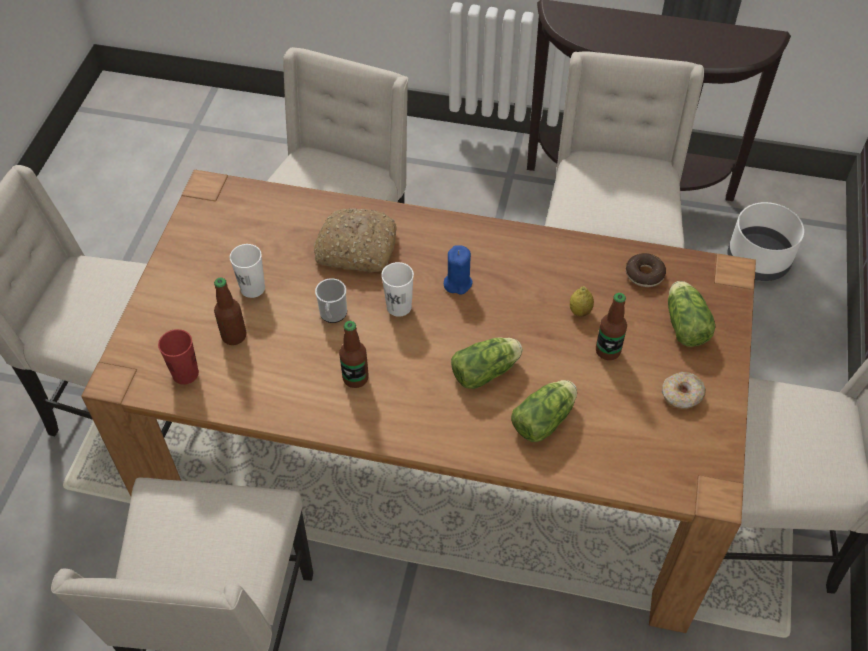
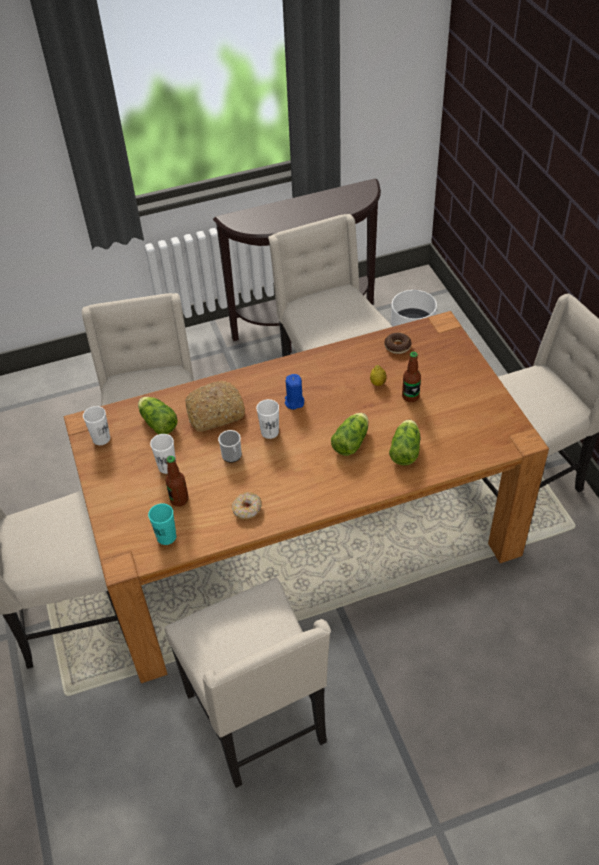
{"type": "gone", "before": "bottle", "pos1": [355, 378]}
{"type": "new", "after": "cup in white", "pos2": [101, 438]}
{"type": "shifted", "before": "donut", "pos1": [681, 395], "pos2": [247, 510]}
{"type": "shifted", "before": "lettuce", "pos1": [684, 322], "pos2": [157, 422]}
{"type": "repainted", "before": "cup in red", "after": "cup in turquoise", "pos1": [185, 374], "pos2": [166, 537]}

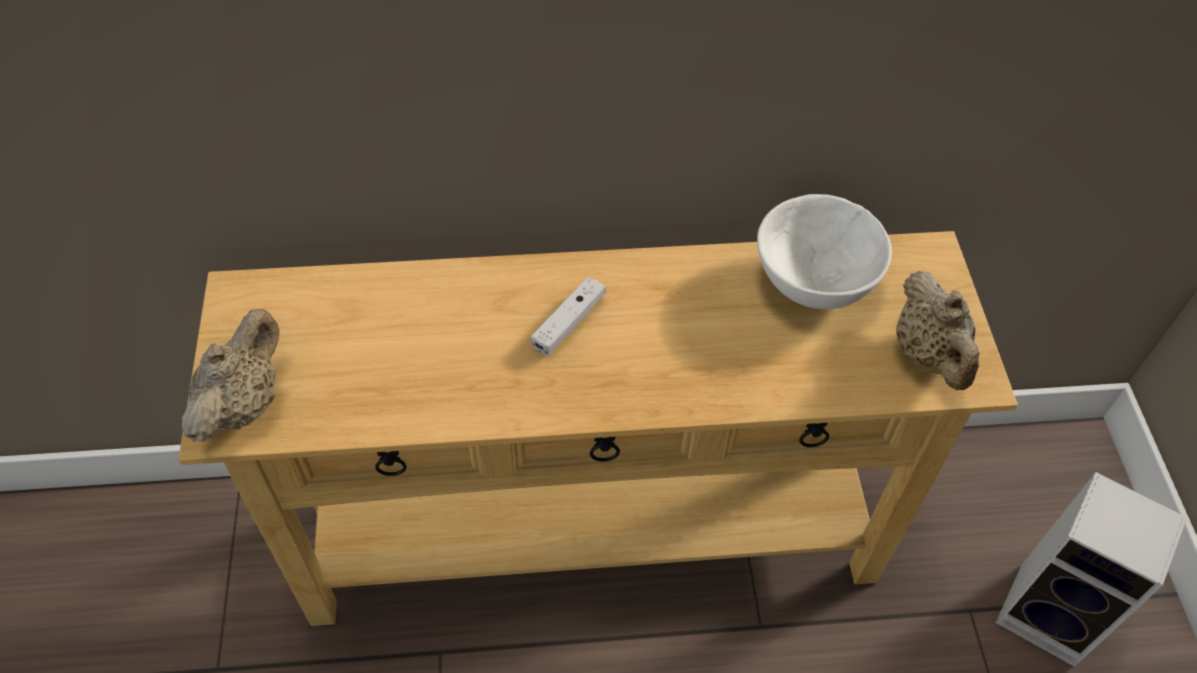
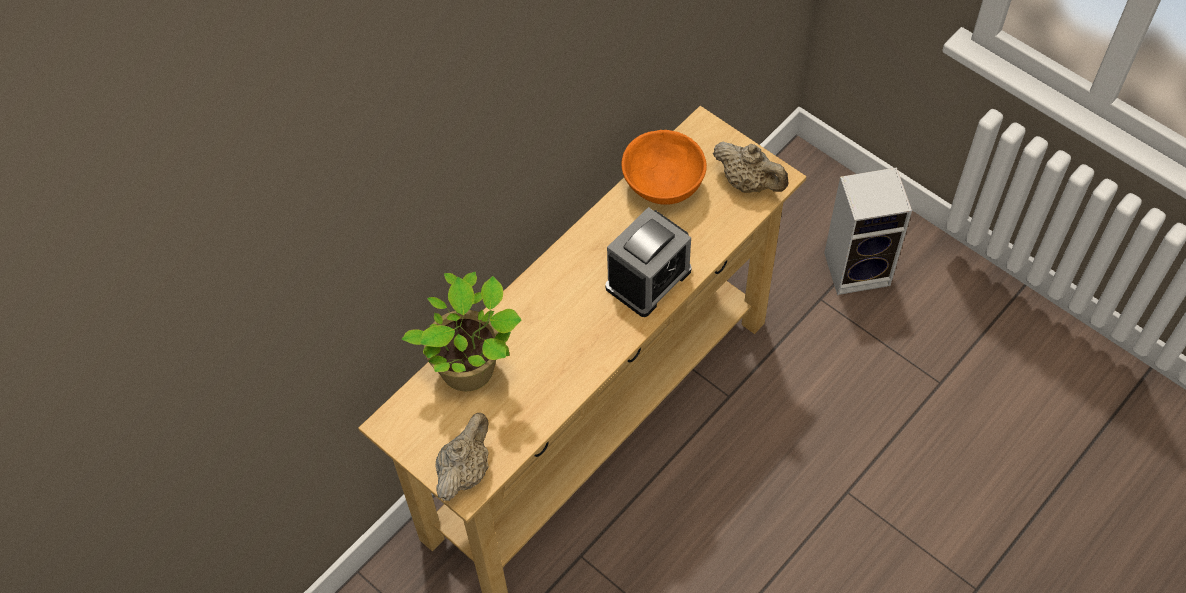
{"type": "gone", "before": "game controller in white", "pos1": [568, 322]}
{"type": "new", "after": "potted plant", "pos2": [472, 369]}
{"type": "new", "after": "alarm clock", "pos2": [648, 279]}
{"type": "repainted", "before": "bowl in white", "after": "bowl in orange", "pos1": [811, 281], "pos2": [662, 186]}
{"type": "rotated", "before": "teapot in beige", "pos1": [243, 404], "pos2": [465, 471], "turn": 45}

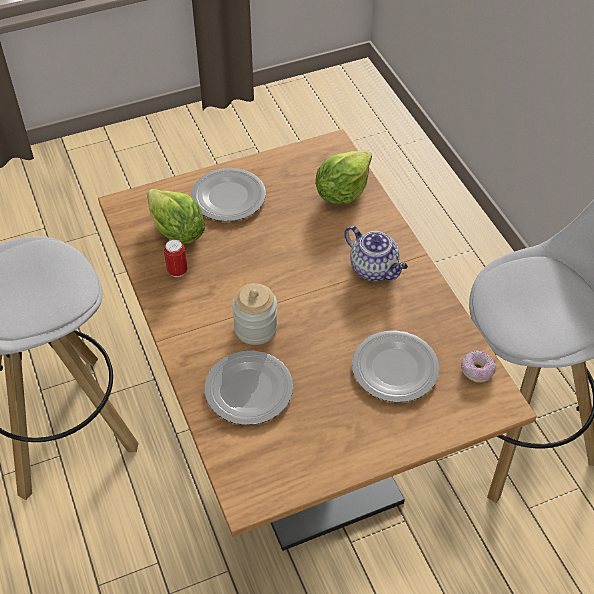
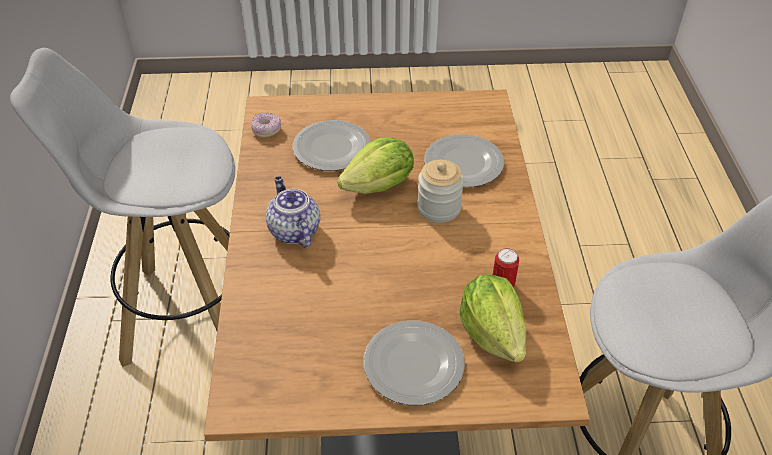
{"type": "shifted", "before": "lettuce", "pos1": [342, 192], "pos2": [380, 186]}

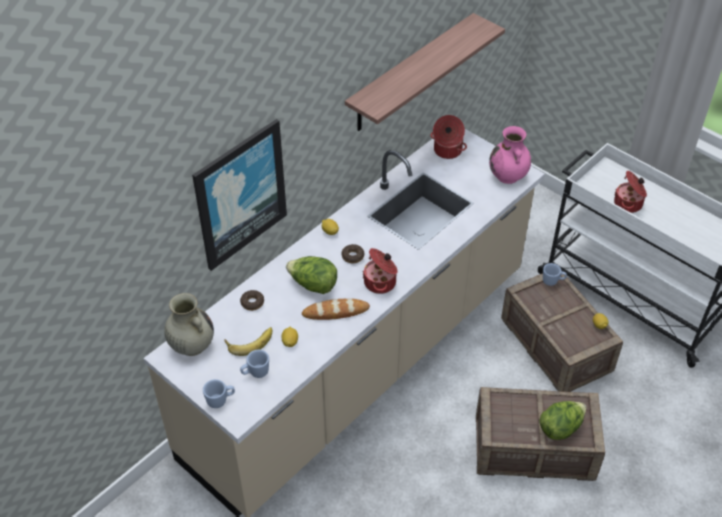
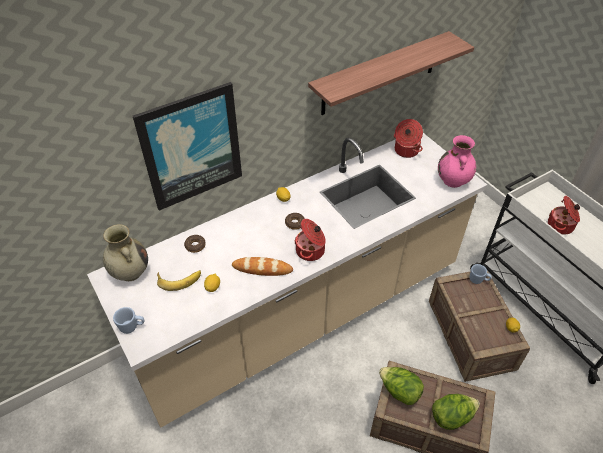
{"type": "gone", "before": "mug in blue", "pos1": [255, 373]}
{"type": "shifted", "before": "lettuce", "pos1": [313, 285], "pos2": [399, 391]}

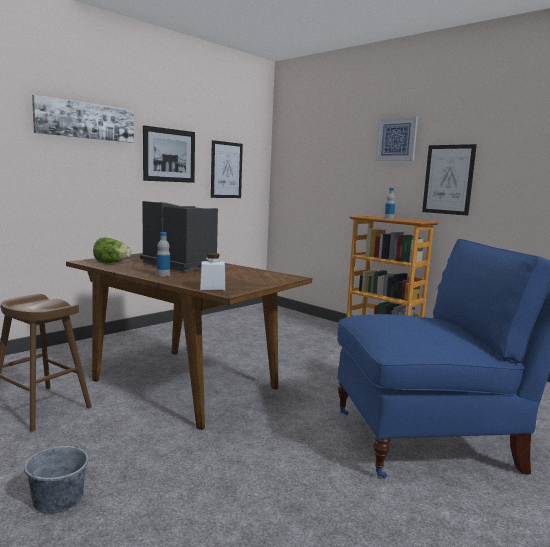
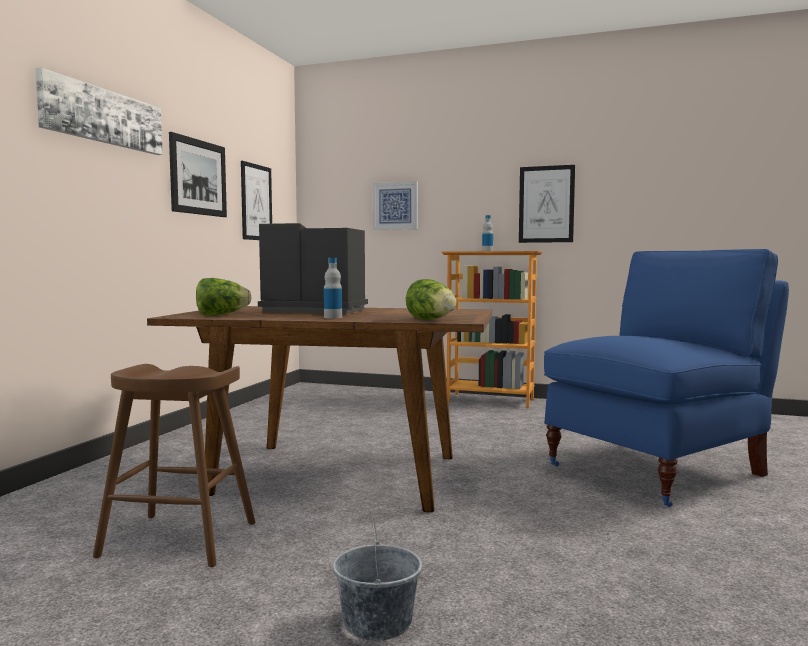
{"type": "shifted", "before": "picture", "pos1": [396, 139], "pos2": [395, 206]}
{"type": "swapped", "before": "jar in white", "after": "lettuce", "pos1": [212, 288], "pos2": [432, 320]}

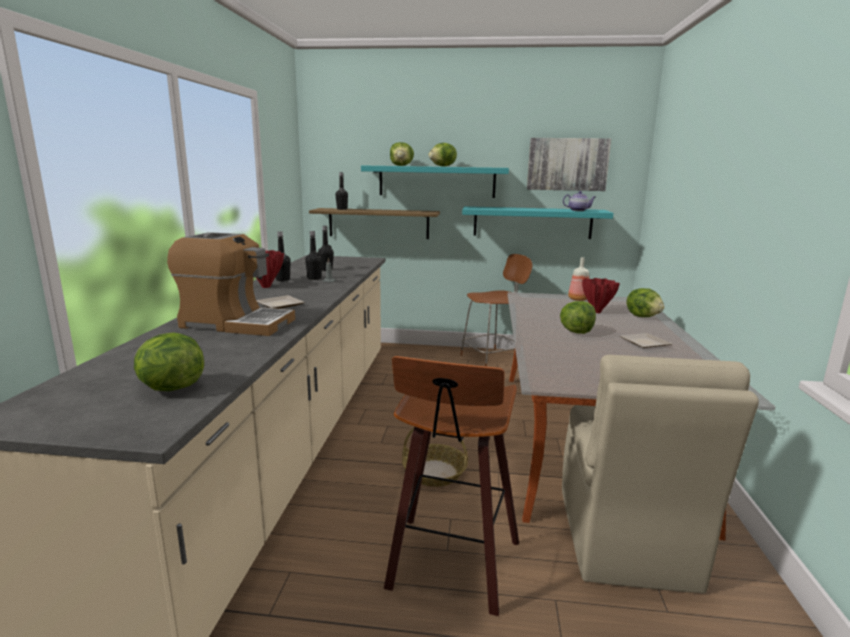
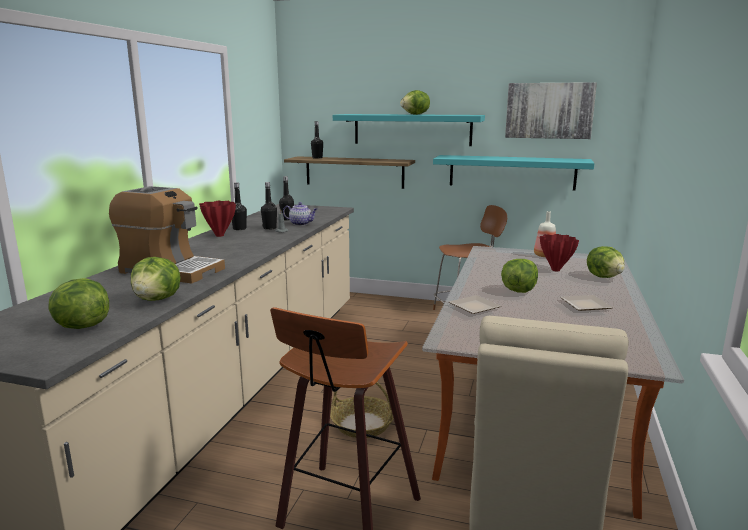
{"type": "shifted", "before": "plate", "pos1": [280, 304], "pos2": [474, 306]}
{"type": "shifted", "before": "lettuce", "pos1": [401, 165], "pos2": [158, 299]}
{"type": "shifted", "before": "teapot", "pos1": [578, 210], "pos2": [301, 224]}

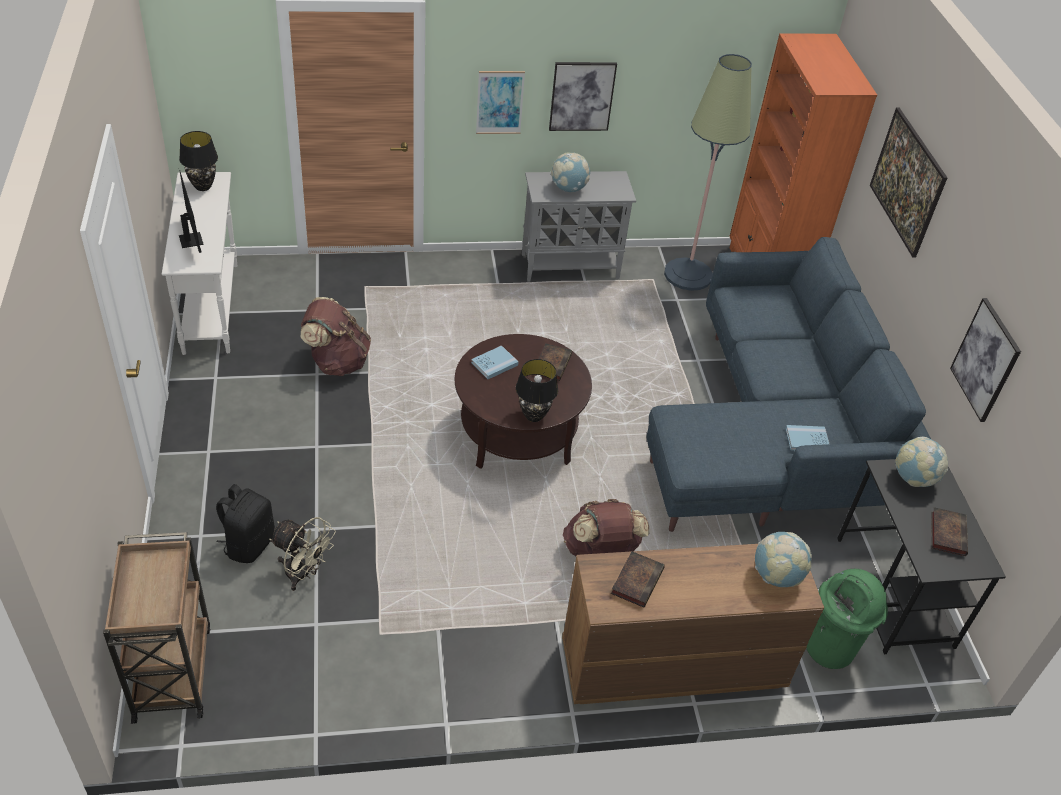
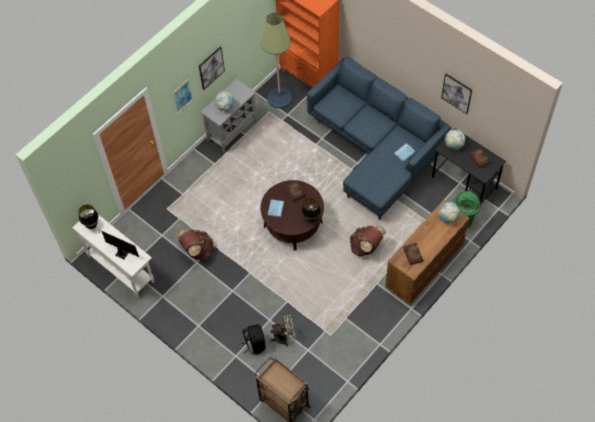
{"type": "gone", "before": "picture", "pos1": [900, 201]}

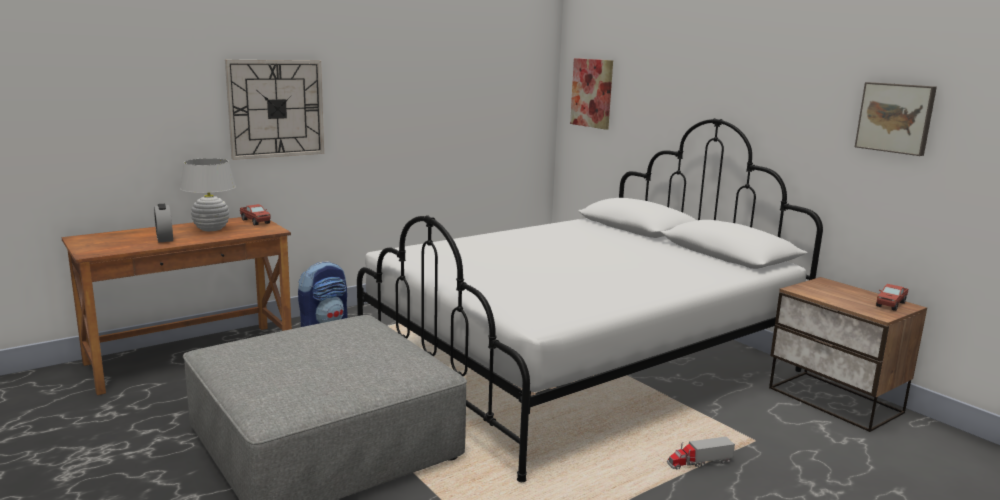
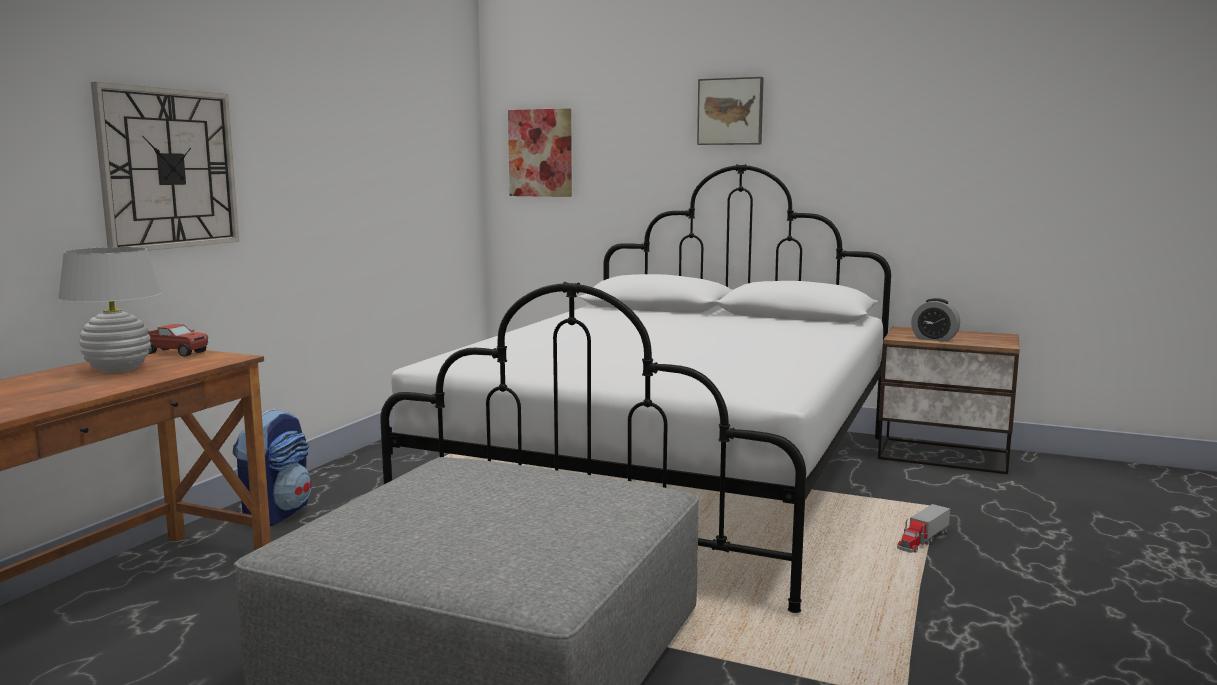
{"type": "gone", "before": "toy truck", "pos1": [890, 304]}
{"type": "shifted", "before": "alarm clock", "pos1": [164, 239], "pos2": [934, 339]}
{"type": "shifted", "before": "picture", "pos1": [895, 118], "pos2": [730, 111]}

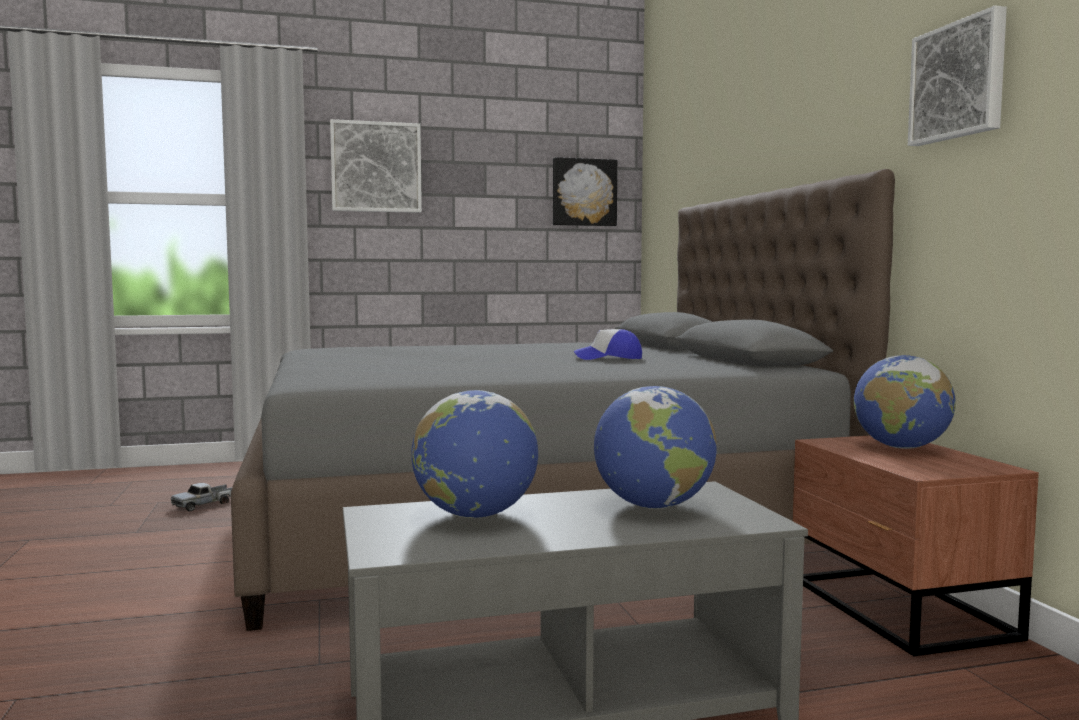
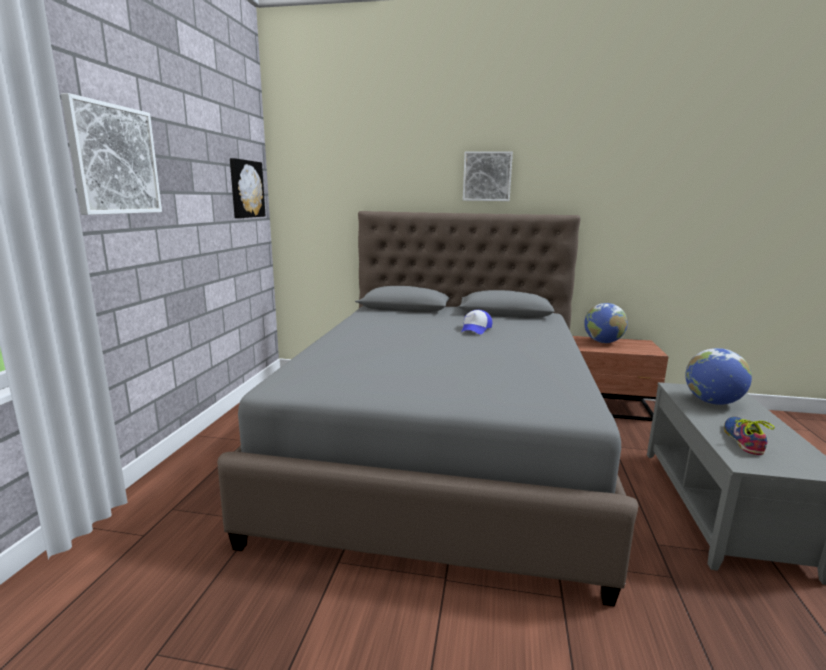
{"type": "gone", "before": "toy truck", "pos1": [204, 504]}
{"type": "shifted", "before": "picture", "pos1": [959, 81], "pos2": [487, 176]}
{"type": "swapped", "before": "globe", "after": "shoe", "pos1": [475, 515], "pos2": [743, 440]}

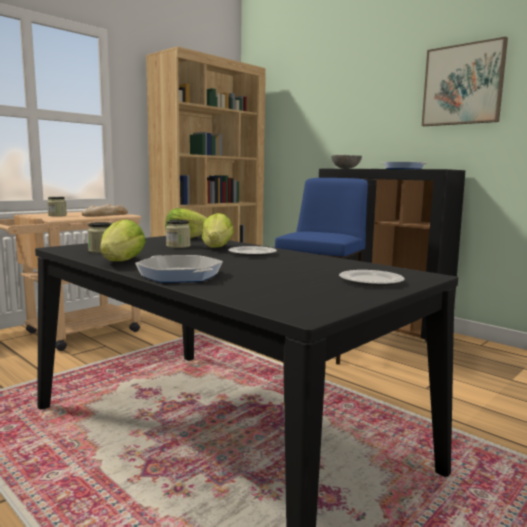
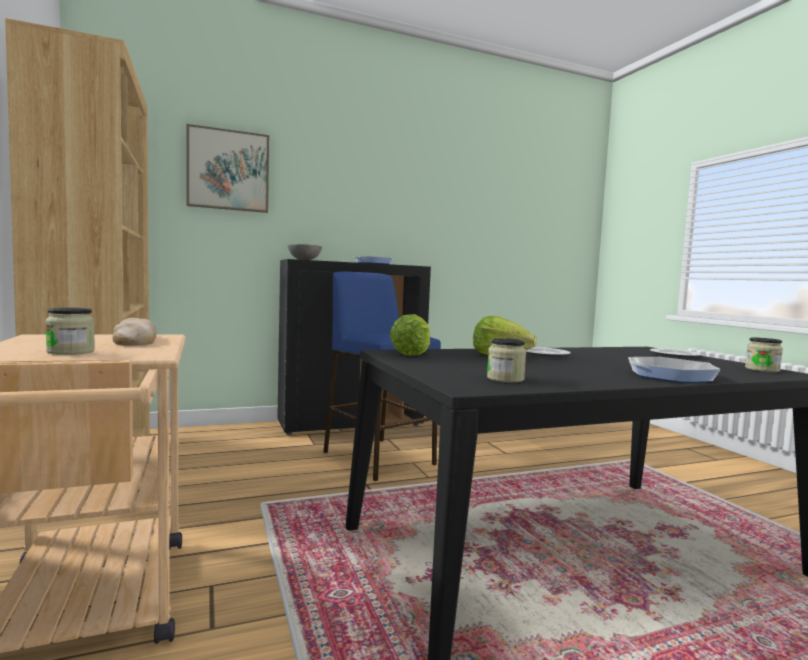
{"type": "gone", "before": "lettuce", "pos1": [121, 261]}
{"type": "shifted", "before": "jar", "pos1": [178, 246], "pos2": [762, 369]}
{"type": "shifted", "before": "picture", "pos1": [463, 85], "pos2": [228, 170]}

